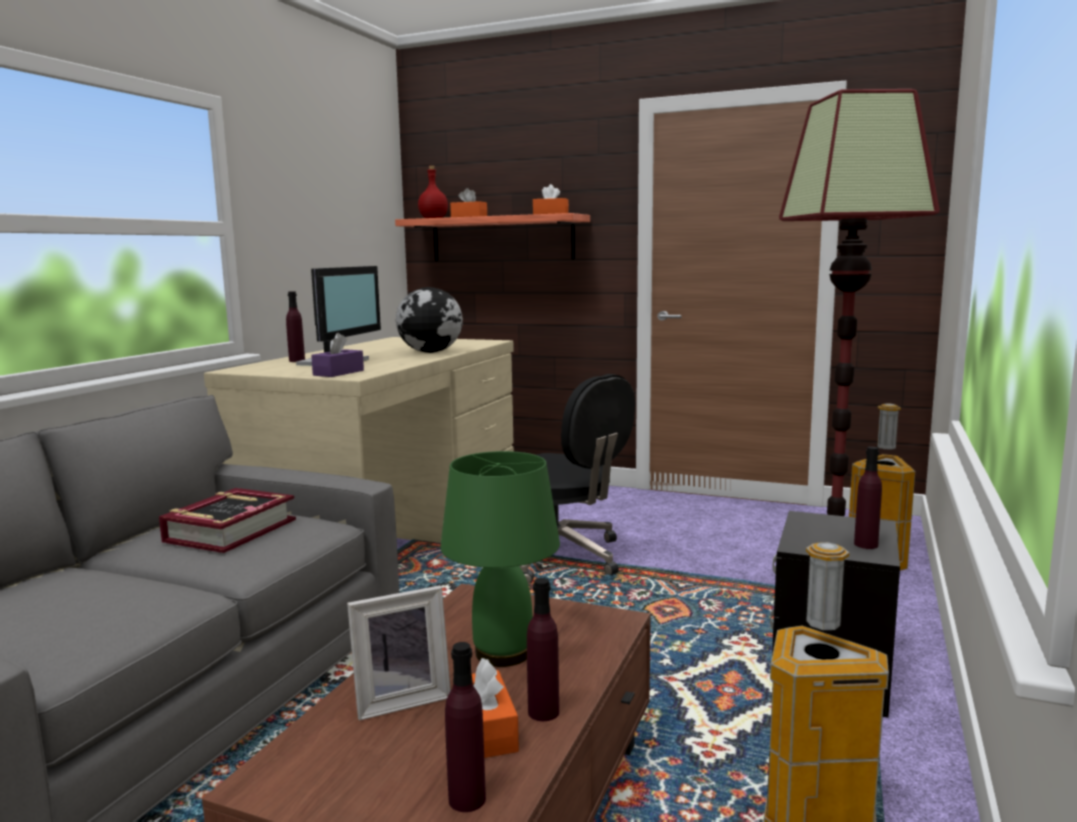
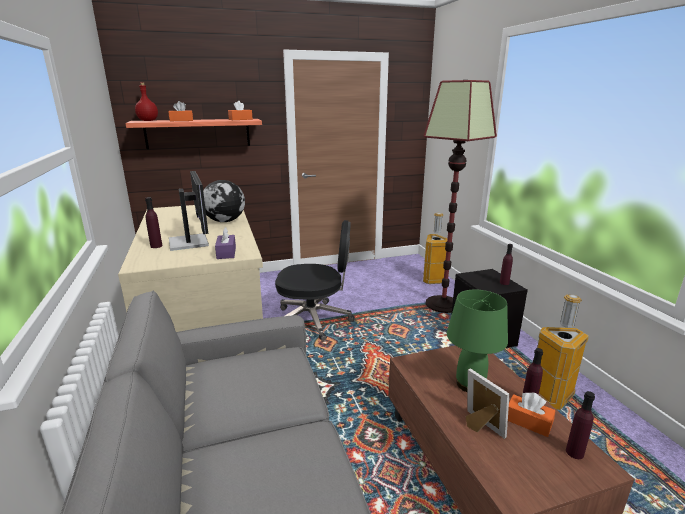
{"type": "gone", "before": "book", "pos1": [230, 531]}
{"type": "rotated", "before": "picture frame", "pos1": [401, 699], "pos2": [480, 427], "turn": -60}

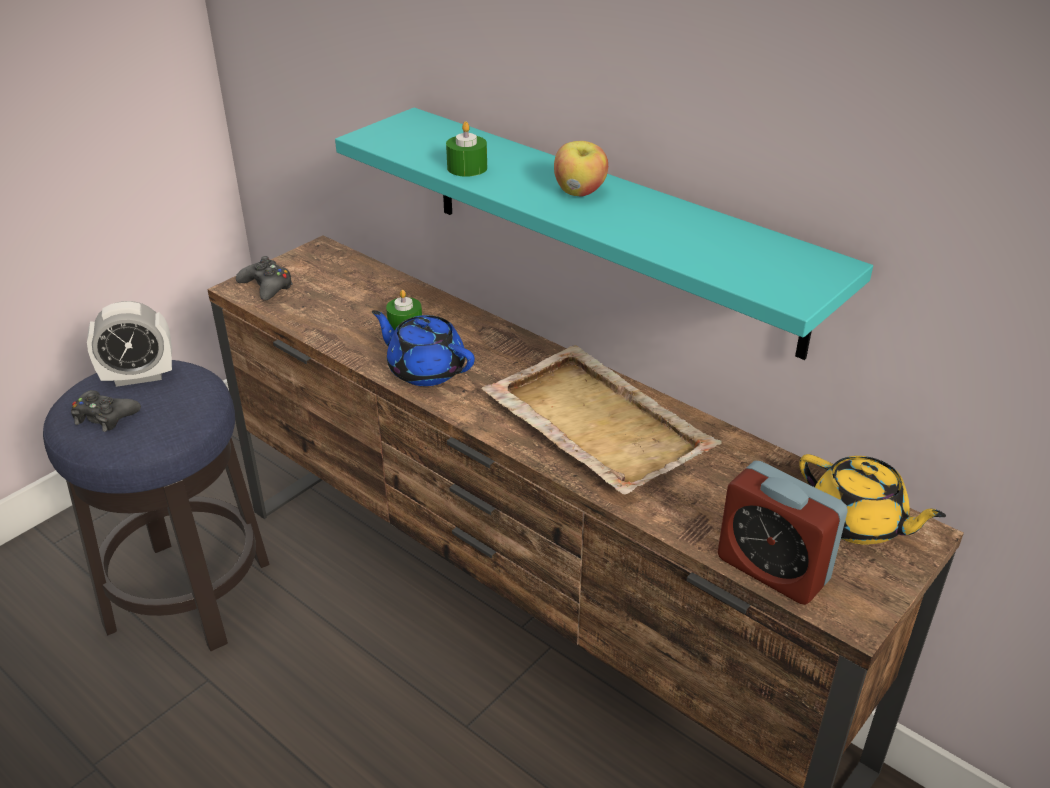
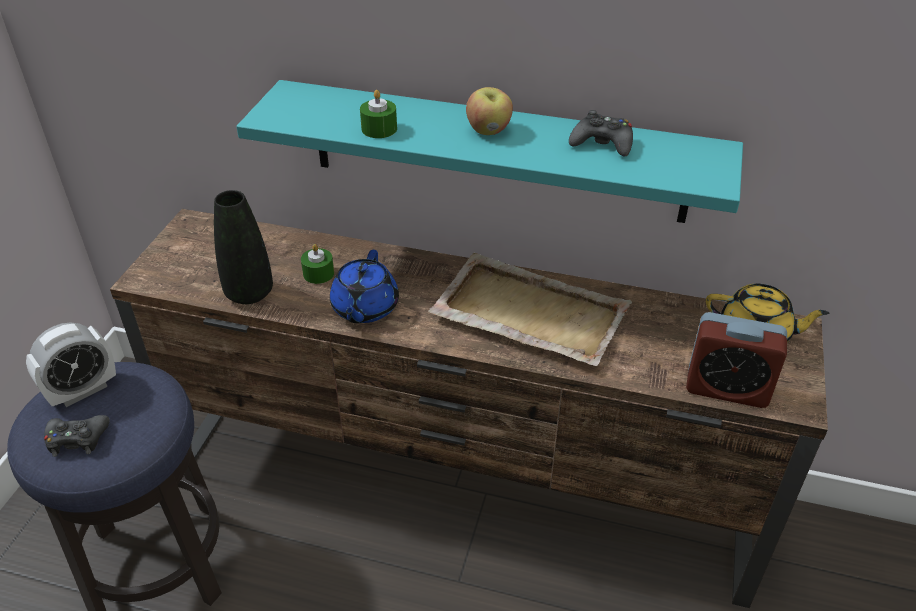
{"type": "new", "after": "vase in black", "pos2": [249, 293]}
{"type": "shifted", "before": "game controller in black", "pos1": [267, 287], "pos2": [602, 143]}
{"type": "rotated", "before": "teapot in blue", "pos1": [425, 369], "pos2": [364, 308], "turn": -90}

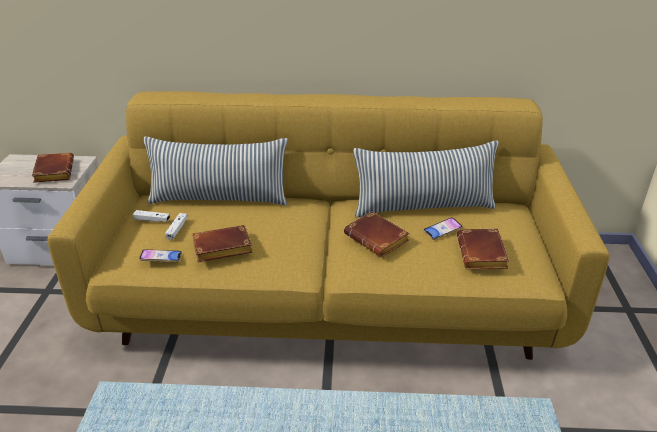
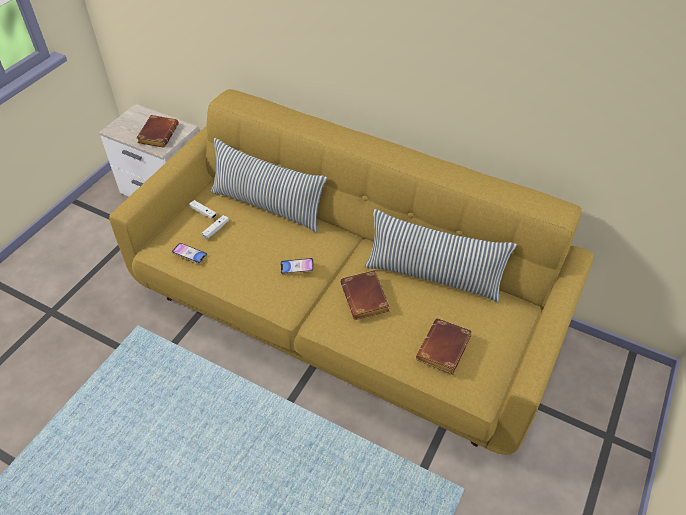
{"type": "gone", "before": "book in brown", "pos1": [221, 249]}
{"type": "shifted", "before": "phone", "pos1": [442, 231], "pos2": [297, 267]}

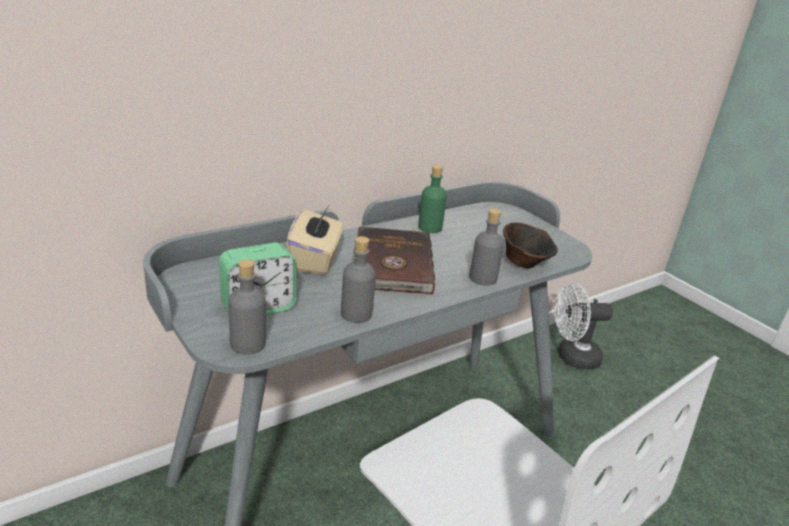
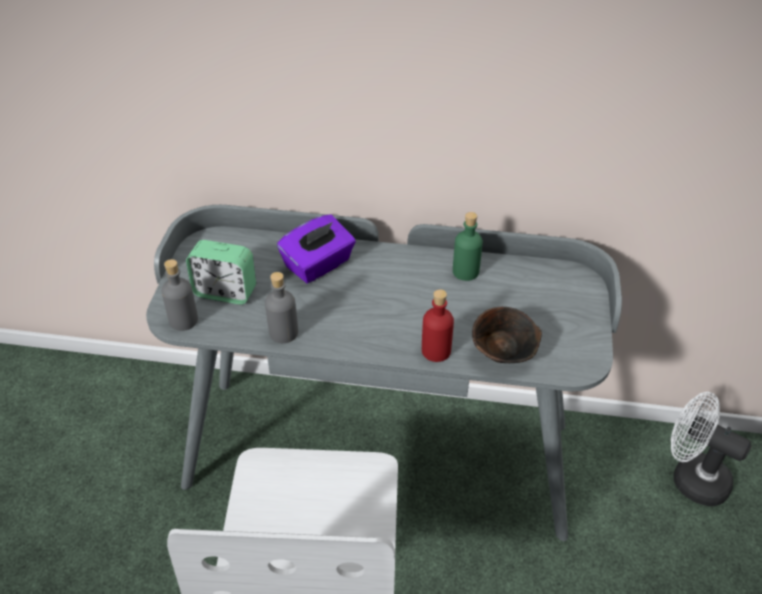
{"type": "gone", "before": "book in brown", "pos1": [390, 265]}
{"type": "repainted", "before": "tissue box in beige", "after": "tissue box in purple", "pos1": [315, 260], "pos2": [318, 265]}
{"type": "repainted", "before": "bottle in grey", "after": "bottle in red", "pos1": [483, 278], "pos2": [436, 351]}

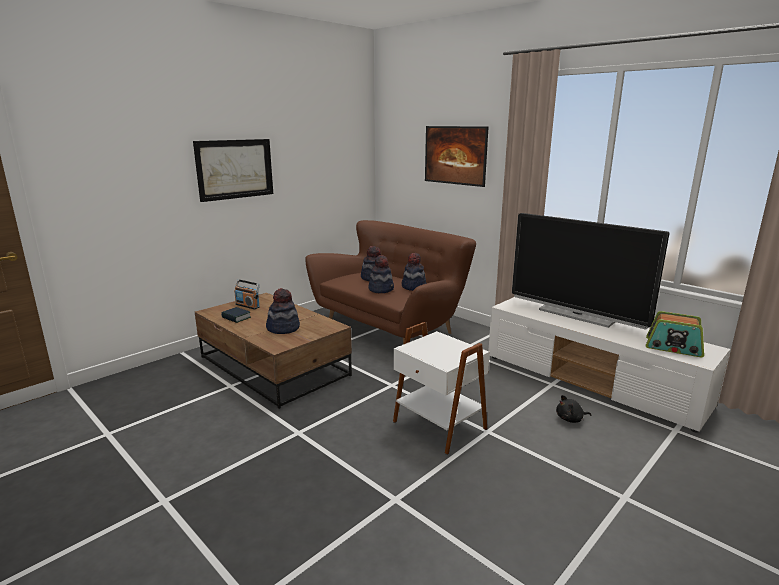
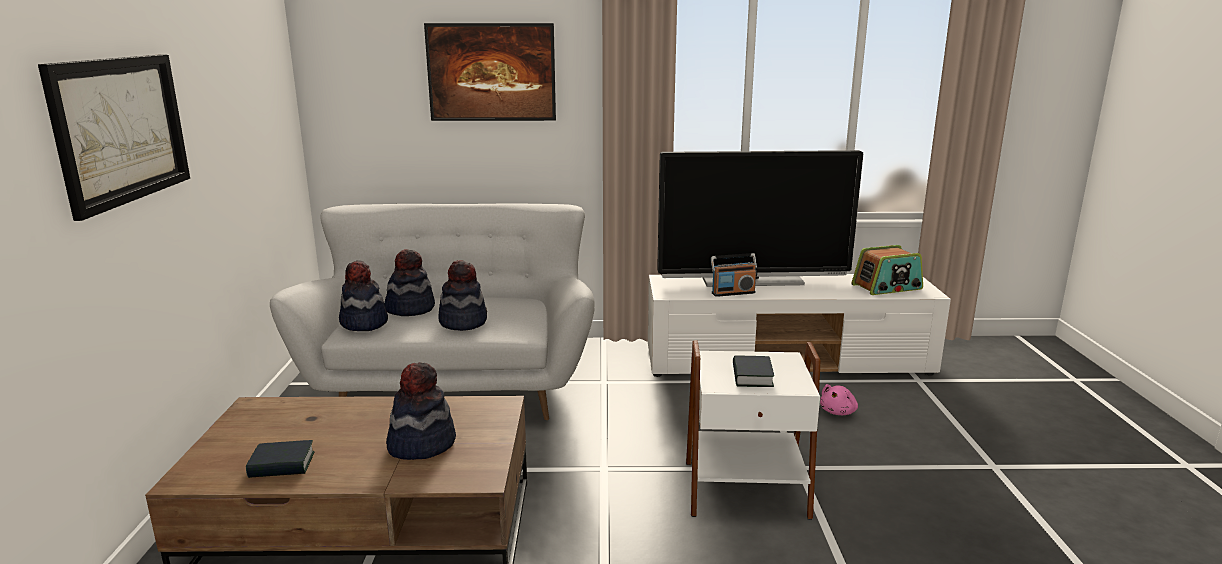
{"type": "new", "after": "book", "pos2": [752, 377]}
{"type": "shifted", "before": "radio", "pos1": [247, 306], "pos2": [733, 293]}
{"type": "shifted", "before": "hat", "pos1": [413, 286], "pos2": [363, 323]}
{"type": "repainted", "before": "sofa in brown", "after": "sofa in white", "pos1": [391, 327], "pos2": [456, 386]}
{"type": "repainted", "before": "plush toy in black", "after": "plush toy in pink", "pos1": [570, 419], "pos2": [838, 412]}

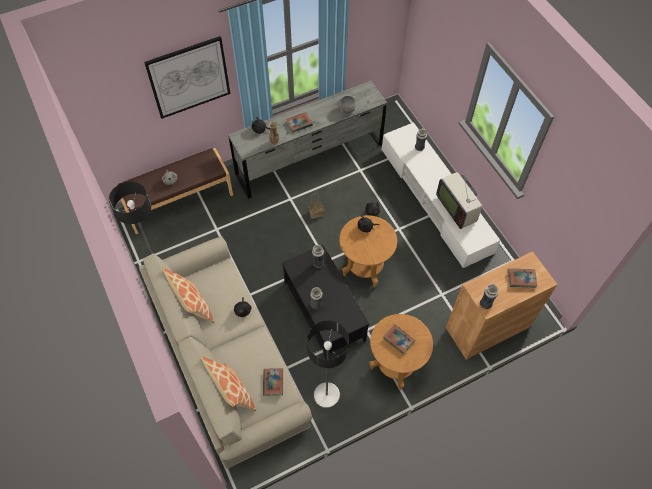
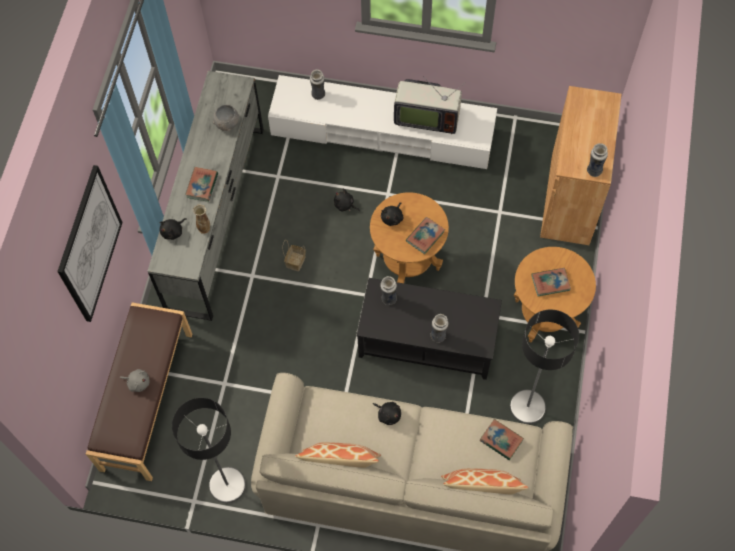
{"type": "shifted", "before": "book", "pos1": [521, 279], "pos2": [425, 236]}

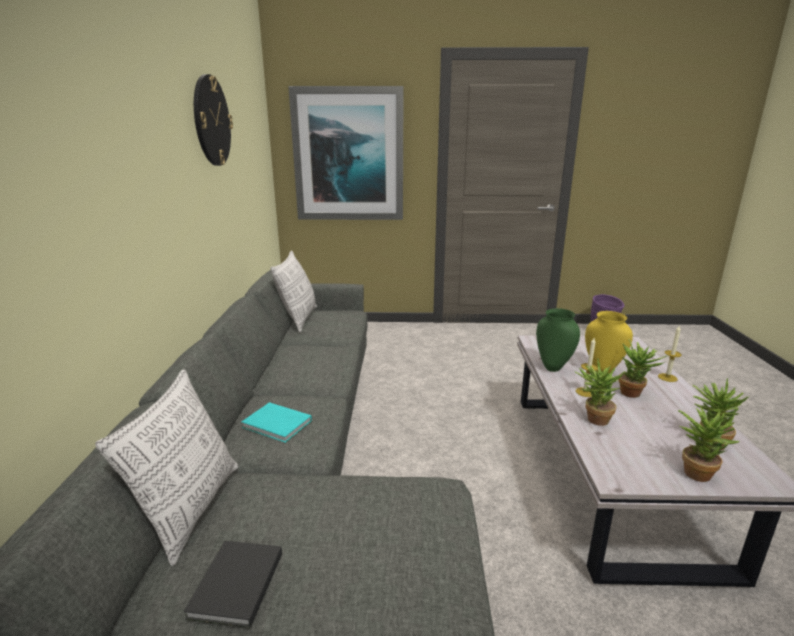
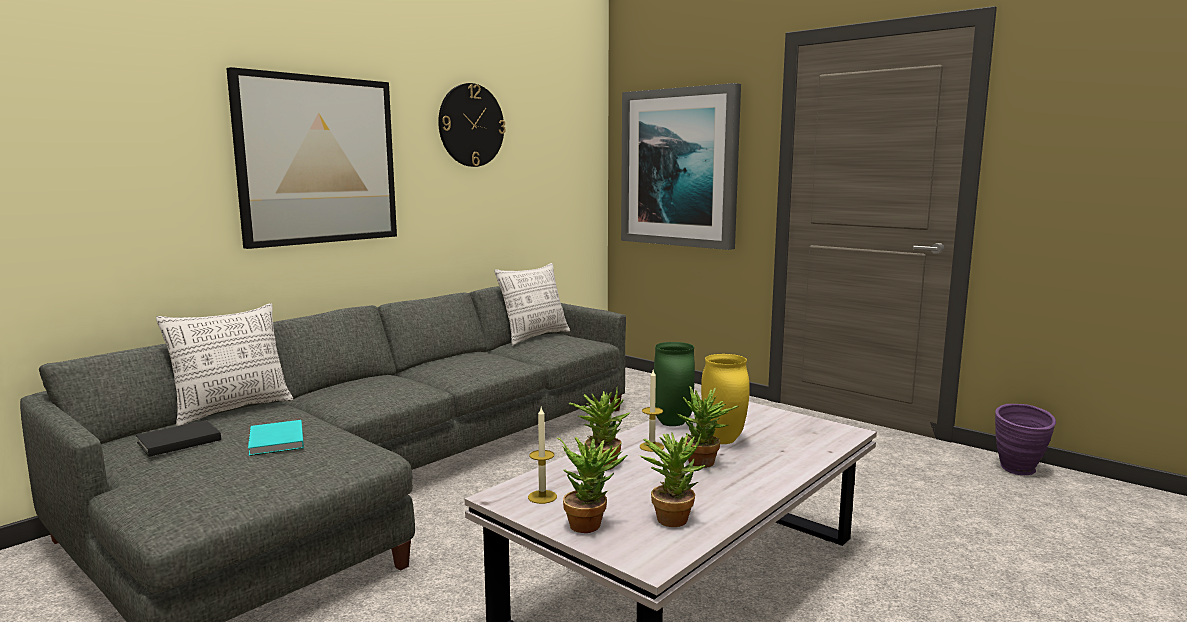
{"type": "new", "after": "picture", "pos2": [317, 160]}
{"type": "shifted", "before": "book in turquoise", "pos1": [278, 425], "pos2": [275, 441]}
{"type": "shifted", "before": "candle", "pos1": [667, 377], "pos2": [542, 497]}

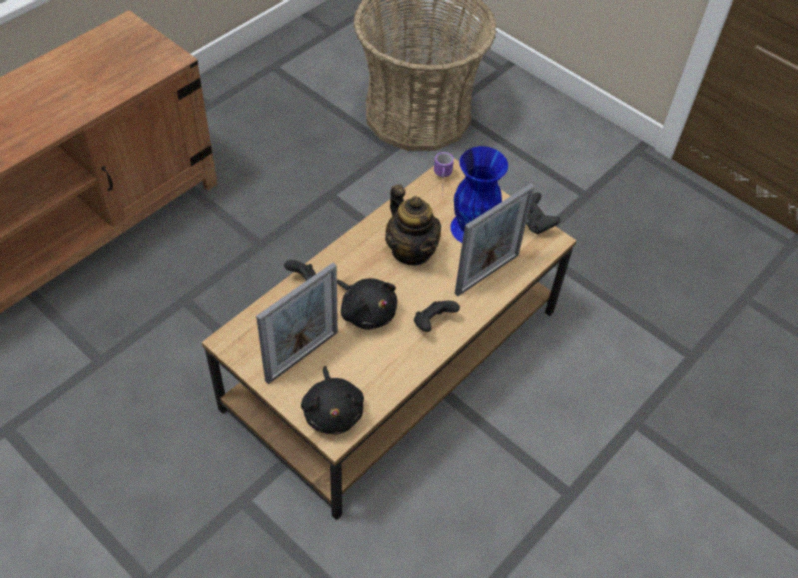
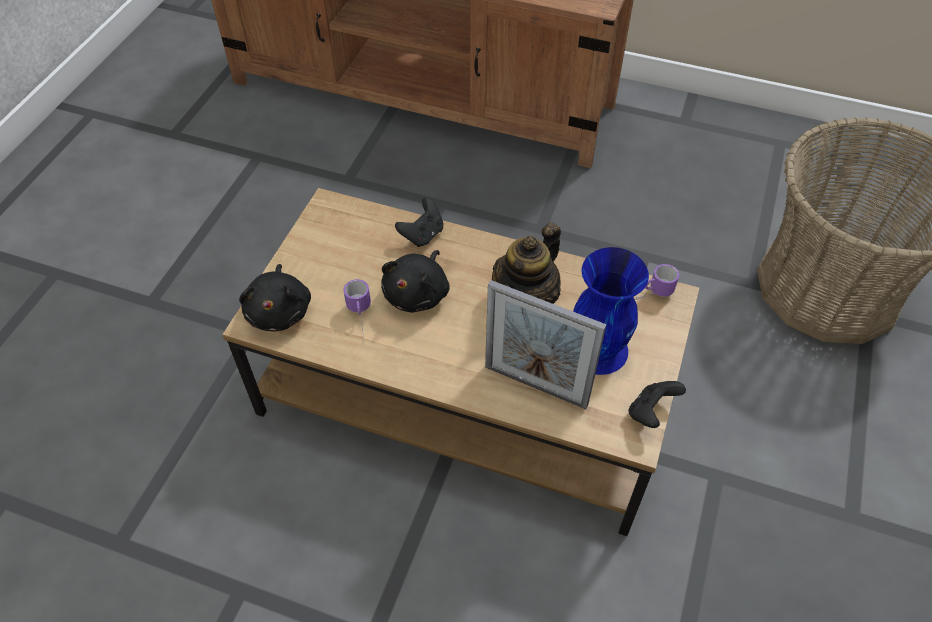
{"type": "gone", "before": "picture frame", "pos1": [302, 356]}
{"type": "gone", "before": "game controller in black", "pos1": [433, 323]}
{"type": "new", "after": "mug", "pos2": [360, 319]}
{"type": "rotated", "before": "plush toy in black", "pos1": [333, 411], "pos2": [280, 311], "turn": -60}

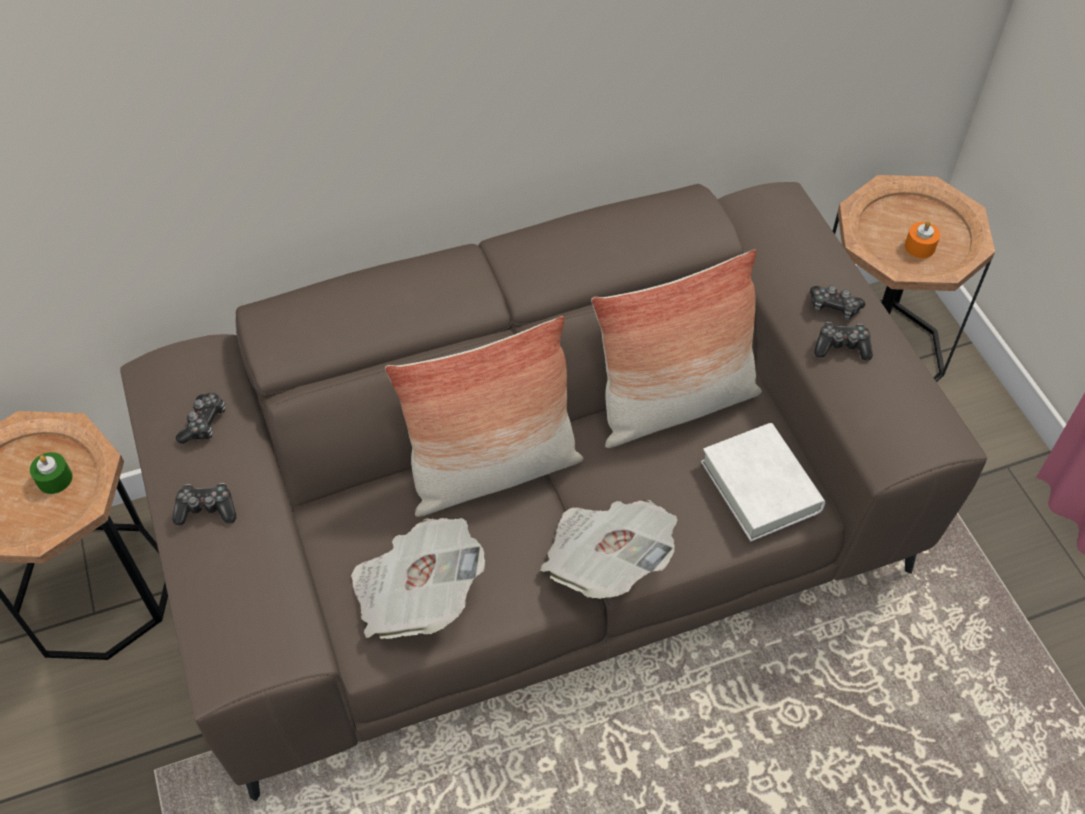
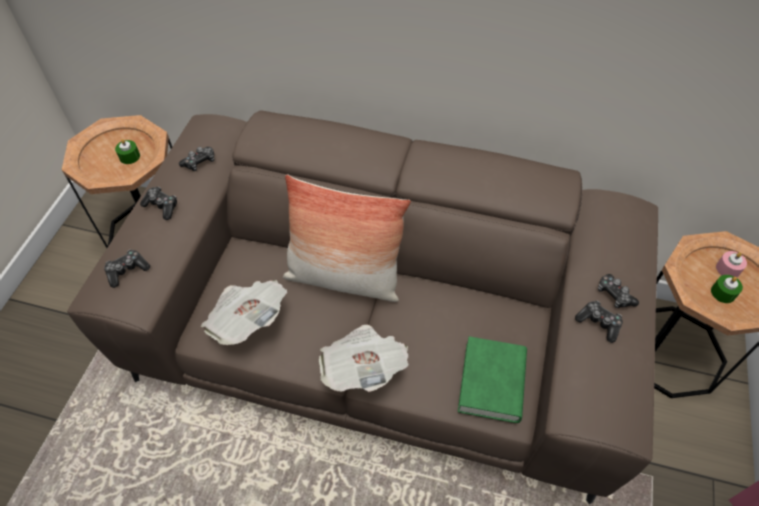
{"type": "gone", "before": "pillow", "pos1": [675, 405]}
{"type": "new", "after": "game controller", "pos2": [127, 271]}
{"type": "new", "after": "candle in pink", "pos2": [728, 269]}
{"type": "repainted", "before": "book in white", "after": "book in green", "pos1": [760, 486], "pos2": [492, 382]}
{"type": "repainted", "before": "candle in orange", "after": "candle in green", "pos1": [920, 247], "pos2": [723, 293]}

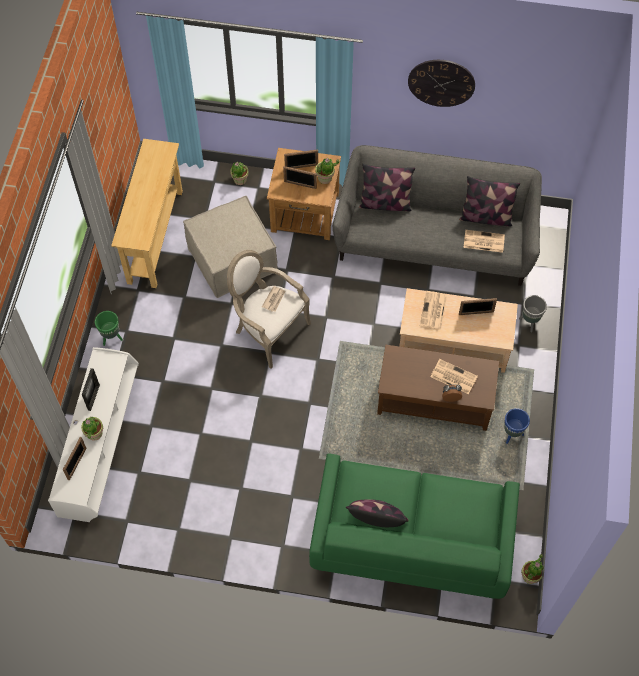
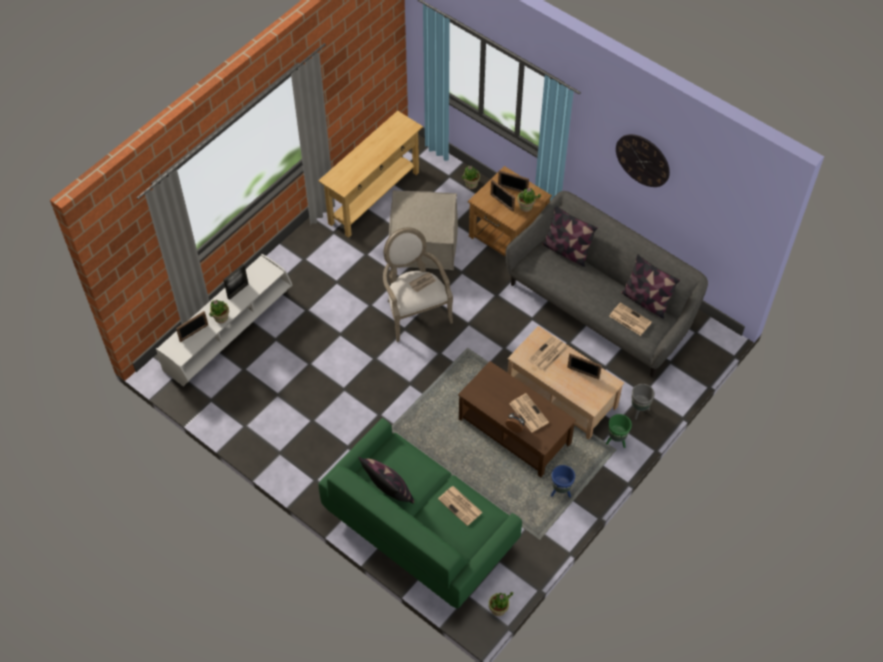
{"type": "new", "after": "newspaper", "pos2": [460, 506]}
{"type": "shifted", "before": "planter in green", "pos1": [111, 338], "pos2": [616, 441]}

